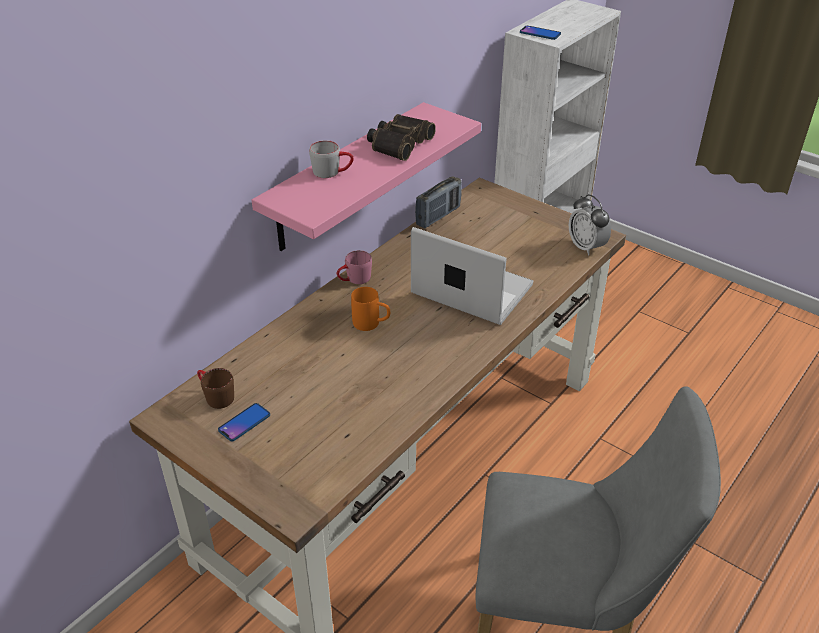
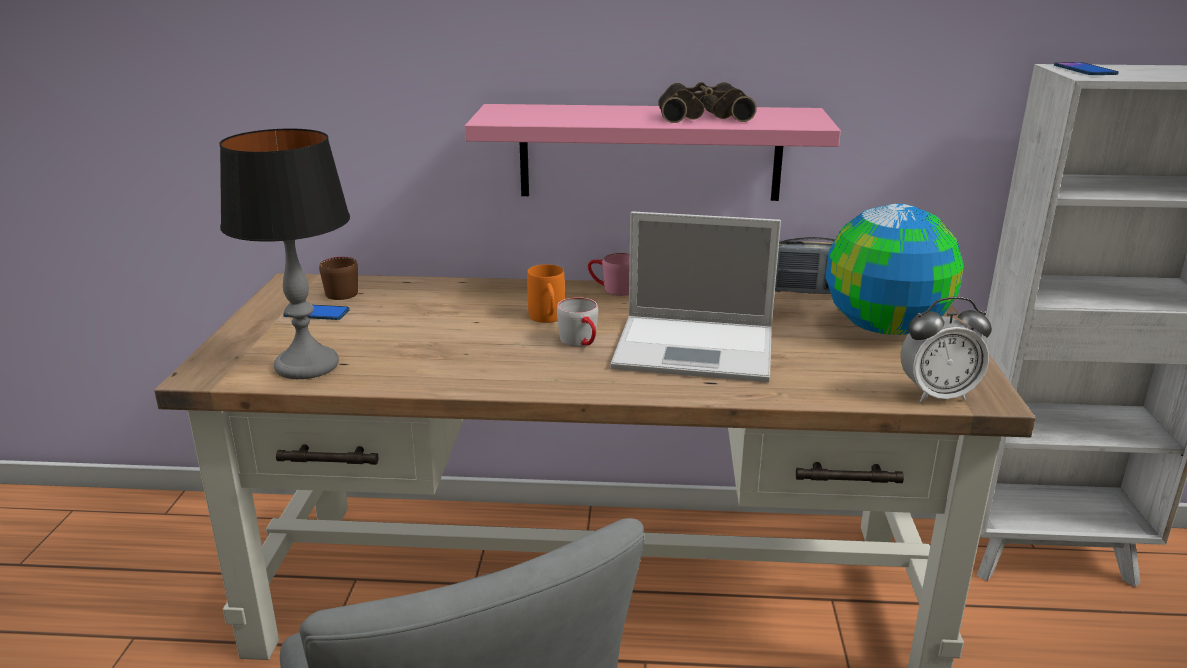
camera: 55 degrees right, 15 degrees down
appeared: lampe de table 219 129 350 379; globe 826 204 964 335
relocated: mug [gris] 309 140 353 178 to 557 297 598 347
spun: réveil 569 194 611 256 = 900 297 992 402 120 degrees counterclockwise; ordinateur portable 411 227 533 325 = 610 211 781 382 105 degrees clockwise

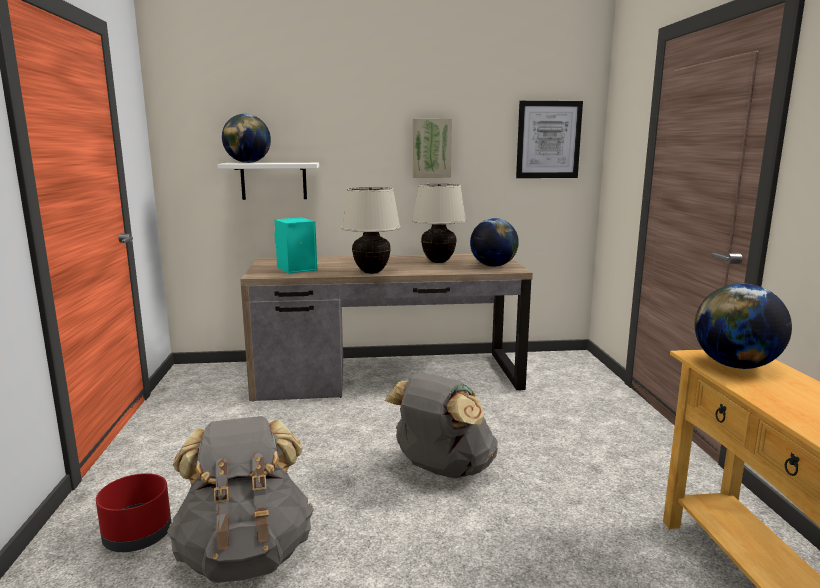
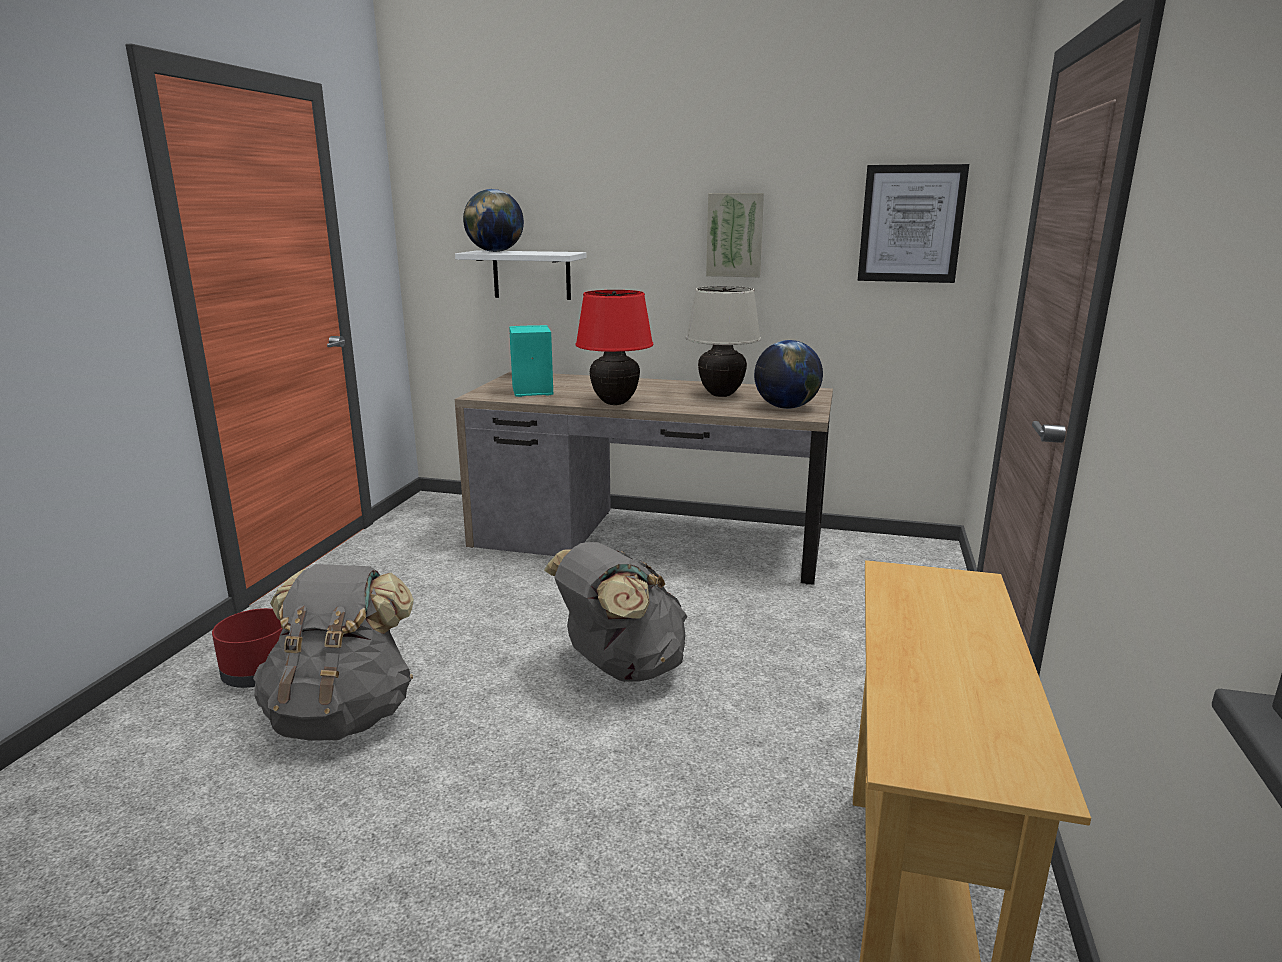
camera: 20 degrees right, 5 degrees up
missing: globe 695 283 792 369
colour: lampe de table [beige] 341 187 401 274 to lampe de table [rouge] 575 290 653 405

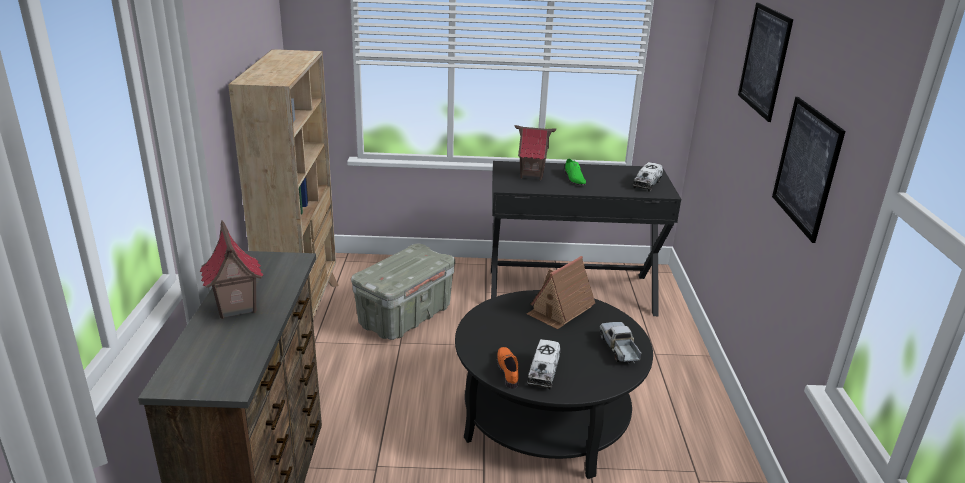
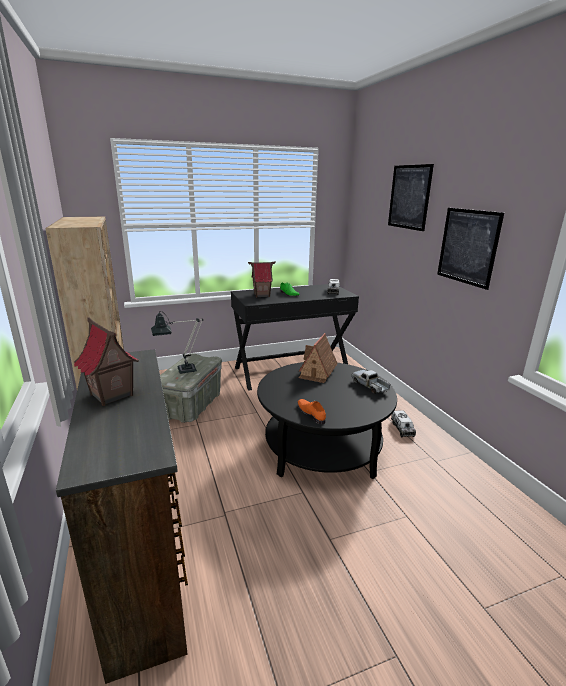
camera: 20 degrees left, 5 degrees down
appeared: lampe de table 151 311 203 374
relocated: camion jouet 527 339 560 389 to 391 410 416 437

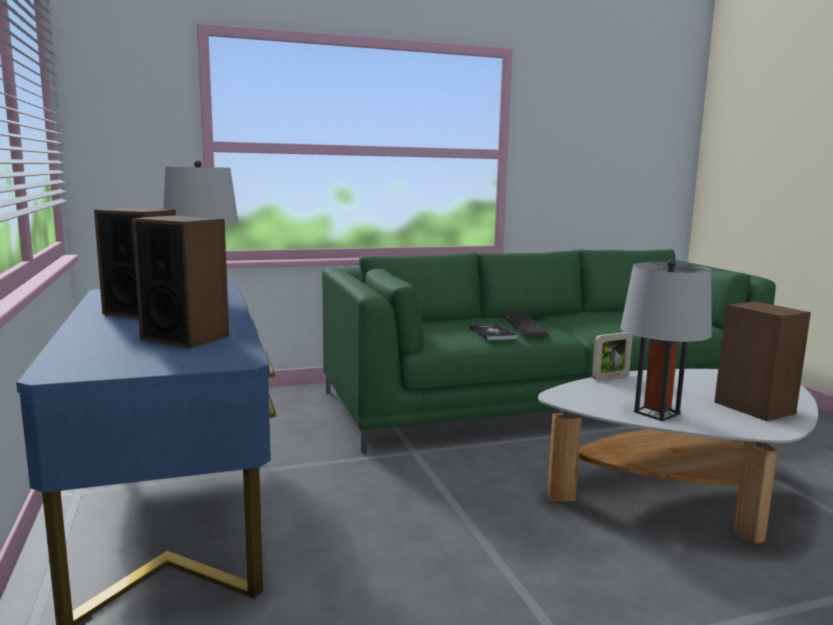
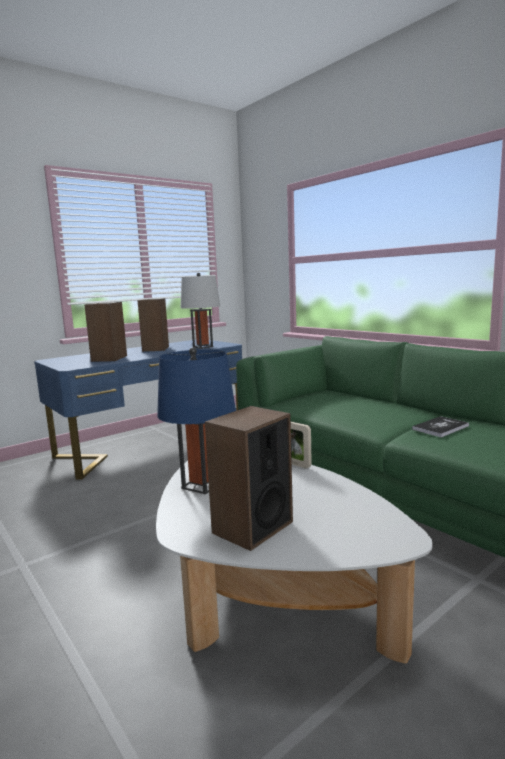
camera: 70 degrees right, 0 degrees up
missing: clavier 503 313 549 337
relocated: livre 469 324 517 341 to 412 416 469 438
colour: lampe de table [gris] 620 259 712 421 to lampe de table [bleu] 157 347 236 494

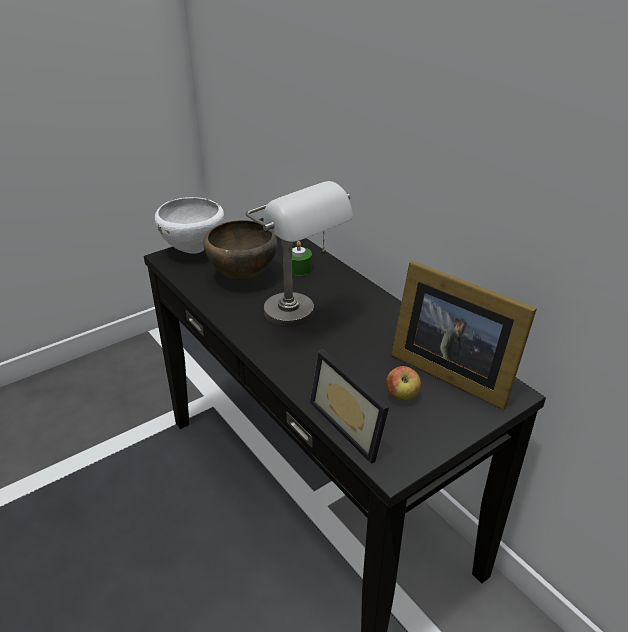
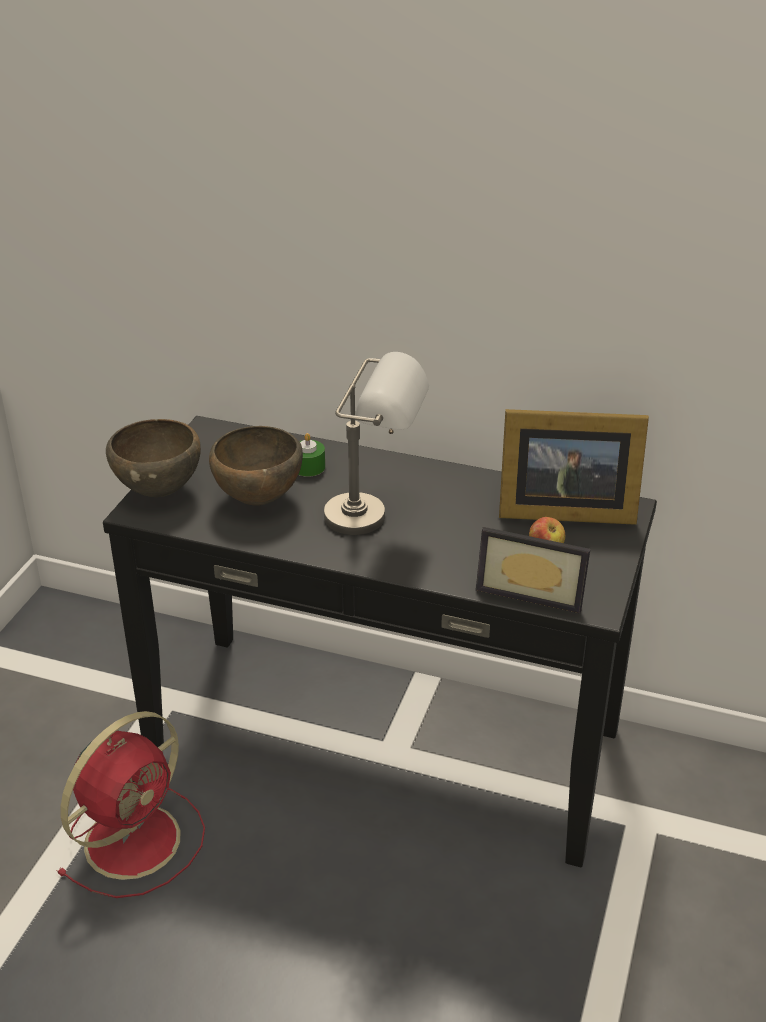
camera: 35 degrees left, 0 degrees up
appeared: ventilateur [rouge] 56 711 205 898
colour: bol [blanc] 155 197 224 254 to bol [marron] 106 419 201 497

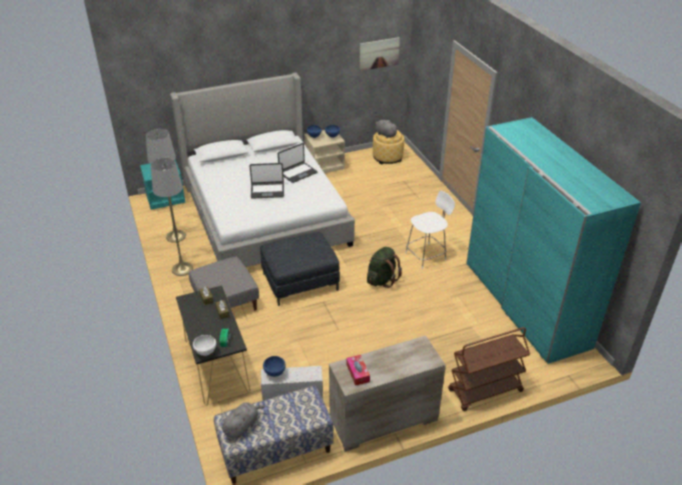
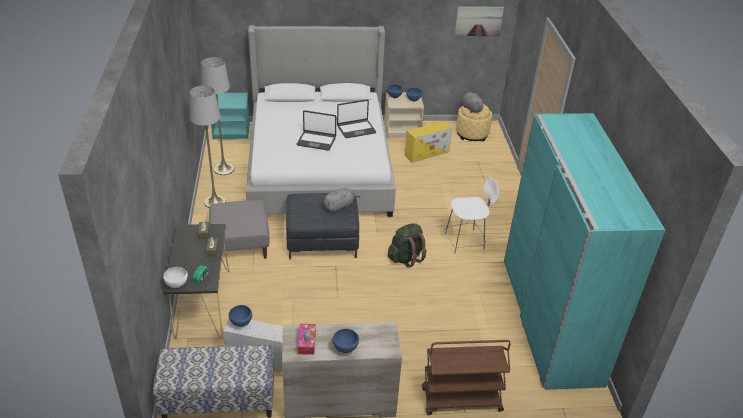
camera: 15 degrees right, 0 degrees up
appeared: boîte de rangement [jaune] 405 121 452 163; bol [bleu] 332 329 359 353
relocated: peluche [gris] 222 402 265 438 to 323 188 361 213

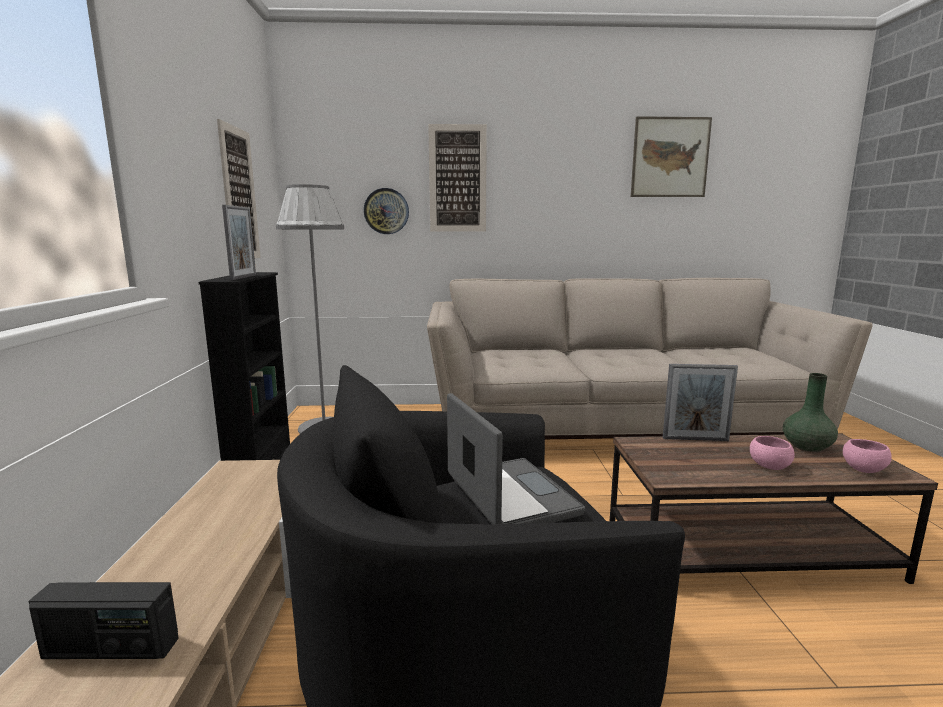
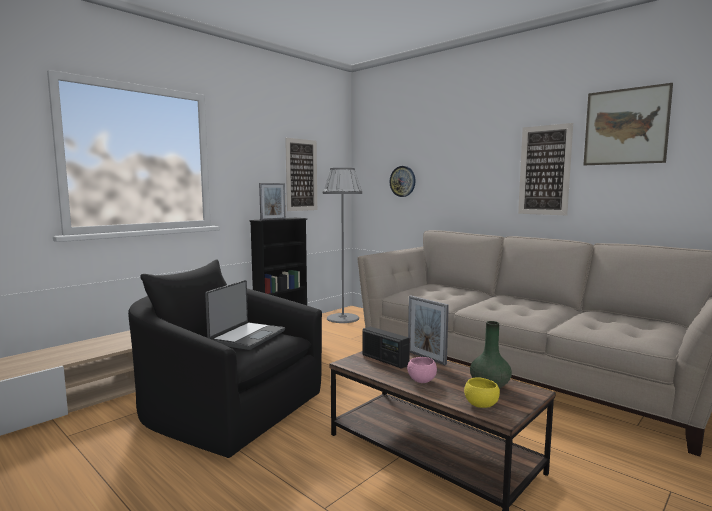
camera: 45 degrees right, 5 degrees down
relocated: tableau 428 124 487 232 to 518 123 573 215; radio 29 582 179 659 to 362 327 410 369
colour: bol [rose] 843 439 892 473 to bol [jaune] 464 377 500 408

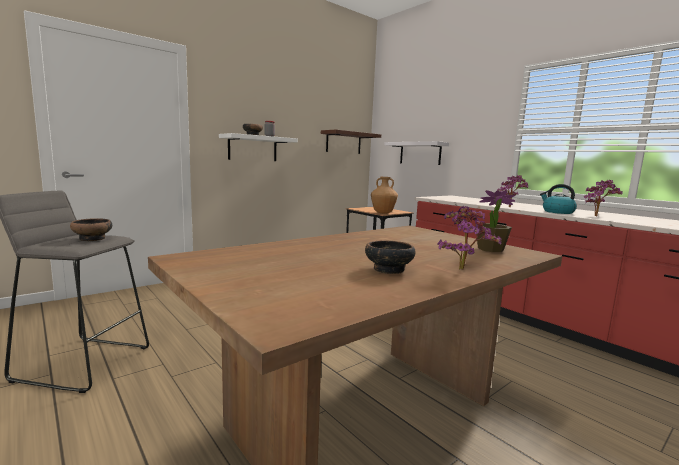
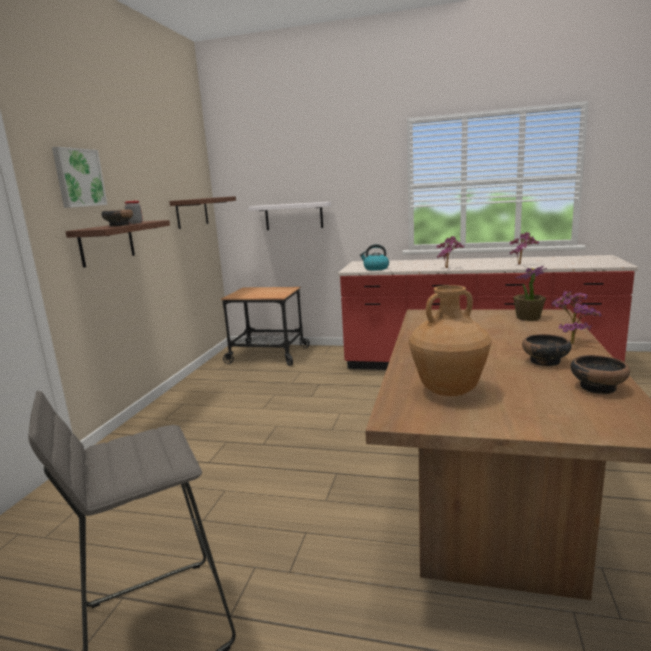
camera: 35 degrees left, 5 degrees up
appeared: tableau 52 147 108 208
relocated: vase [marron] 371 177 398 214 to 409 285 491 396; bouilloire 540 184 577 214 to 359 244 389 271; bol 70 218 112 241 to 571 355 630 395
colour: étagère [blanc] 219 133 298 161 to étagère [marron] 65 220 170 268

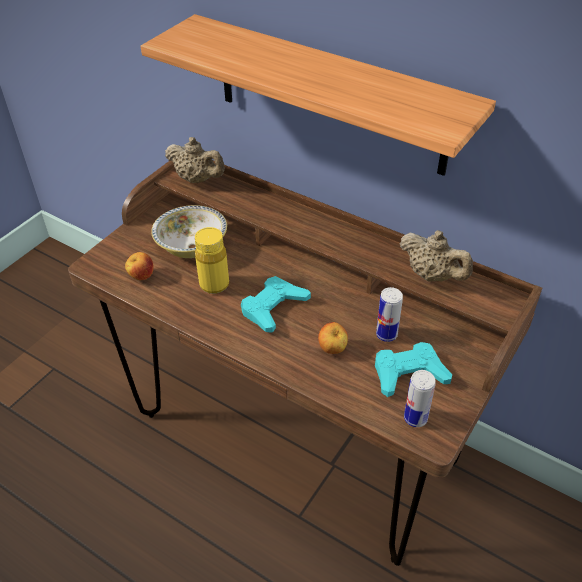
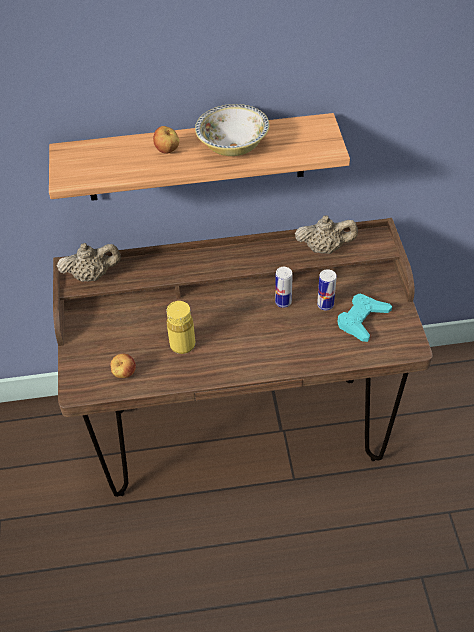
camera: 40 degrees left, 5 degrees up
missing: manette [turquoise] 241 276 311 333
relocated: bol 151 205 227 258 to 195 104 269 156; pomme 318 322 348 354 to 153 126 179 154; boîte métallique 404 370 436 427 to 275 267 293 308

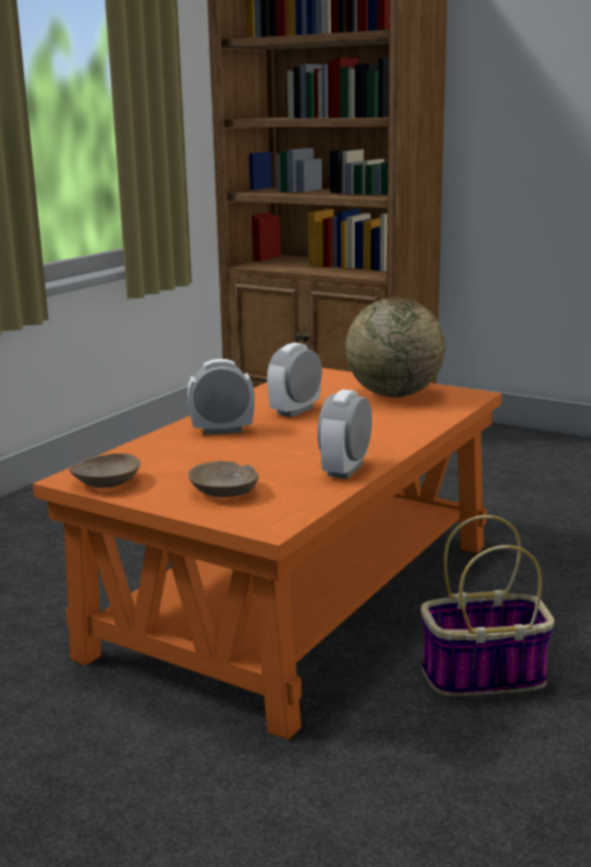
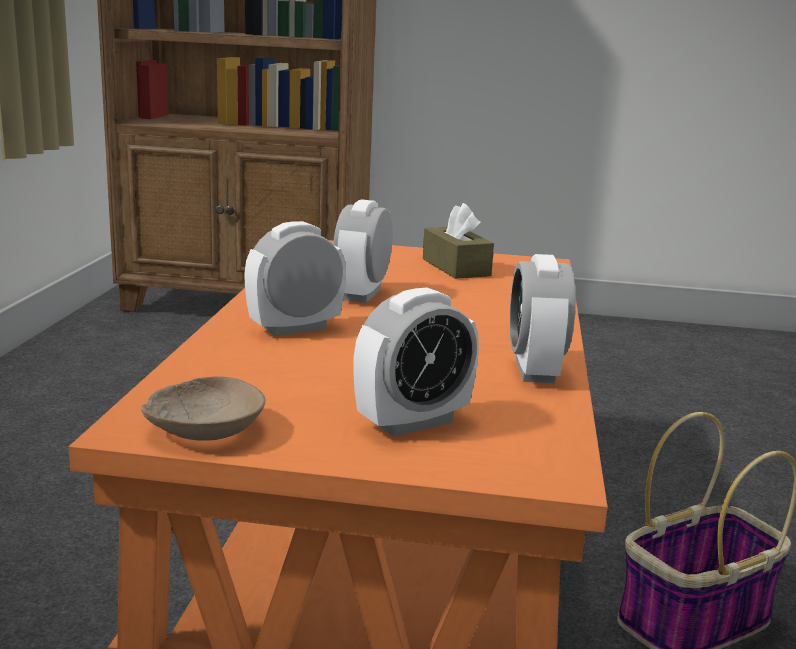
camera: 25 degrees left, 0 degrees up
exchanged: globe 346 298 445 397 to boîte à mouchoirs [marron] 423 203 494 279; bol [beige] 188 461 258 497 to réveil 353 288 479 437

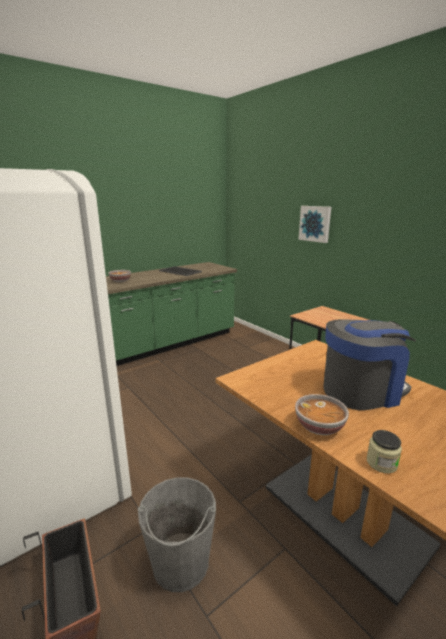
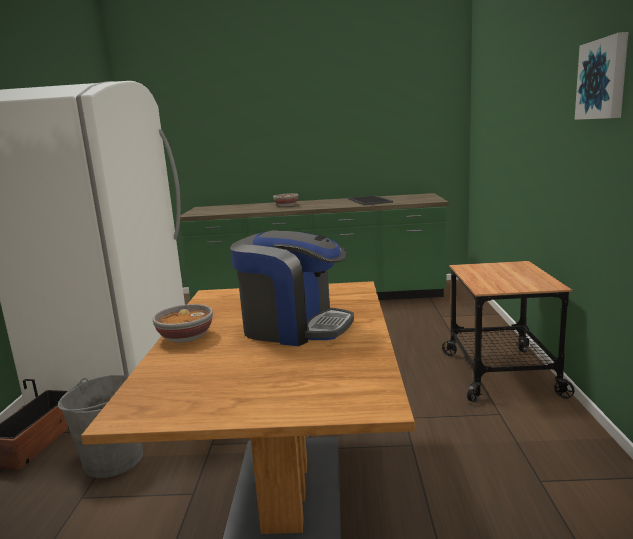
camera: 40 degrees right, 5 degrees down
missing: bocal 367 430 402 473
relocated: tableau 298 206 331 243 to 575 32 629 120

